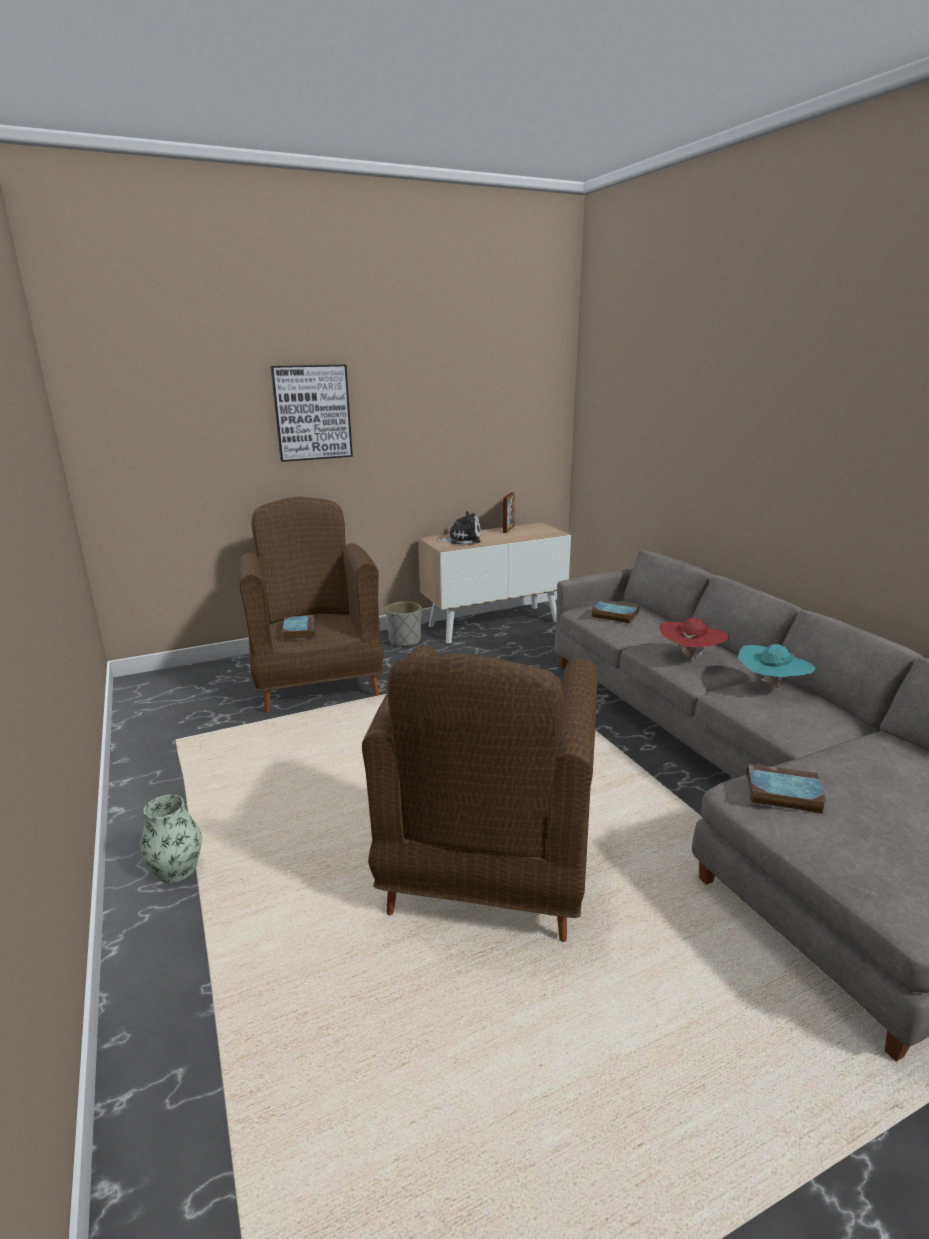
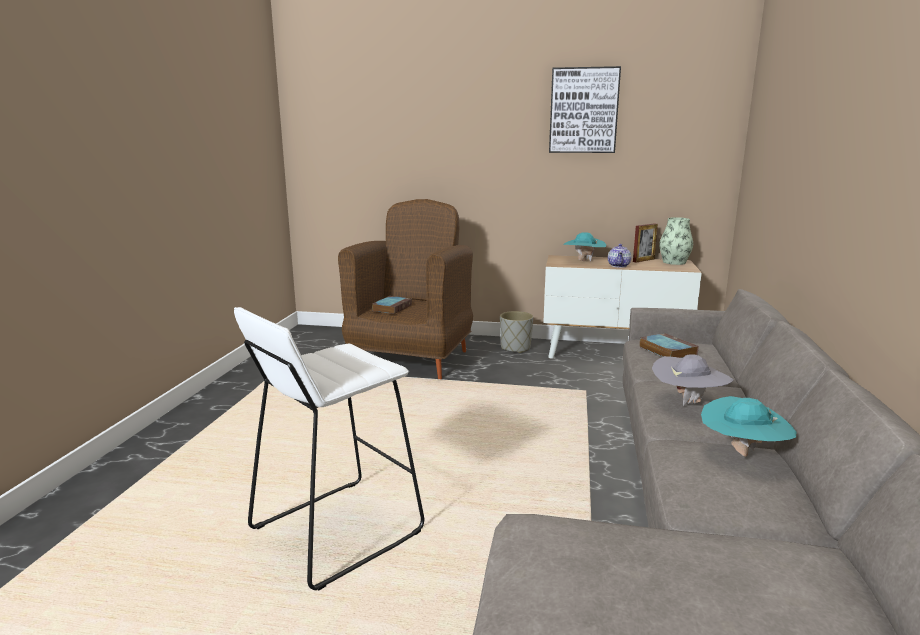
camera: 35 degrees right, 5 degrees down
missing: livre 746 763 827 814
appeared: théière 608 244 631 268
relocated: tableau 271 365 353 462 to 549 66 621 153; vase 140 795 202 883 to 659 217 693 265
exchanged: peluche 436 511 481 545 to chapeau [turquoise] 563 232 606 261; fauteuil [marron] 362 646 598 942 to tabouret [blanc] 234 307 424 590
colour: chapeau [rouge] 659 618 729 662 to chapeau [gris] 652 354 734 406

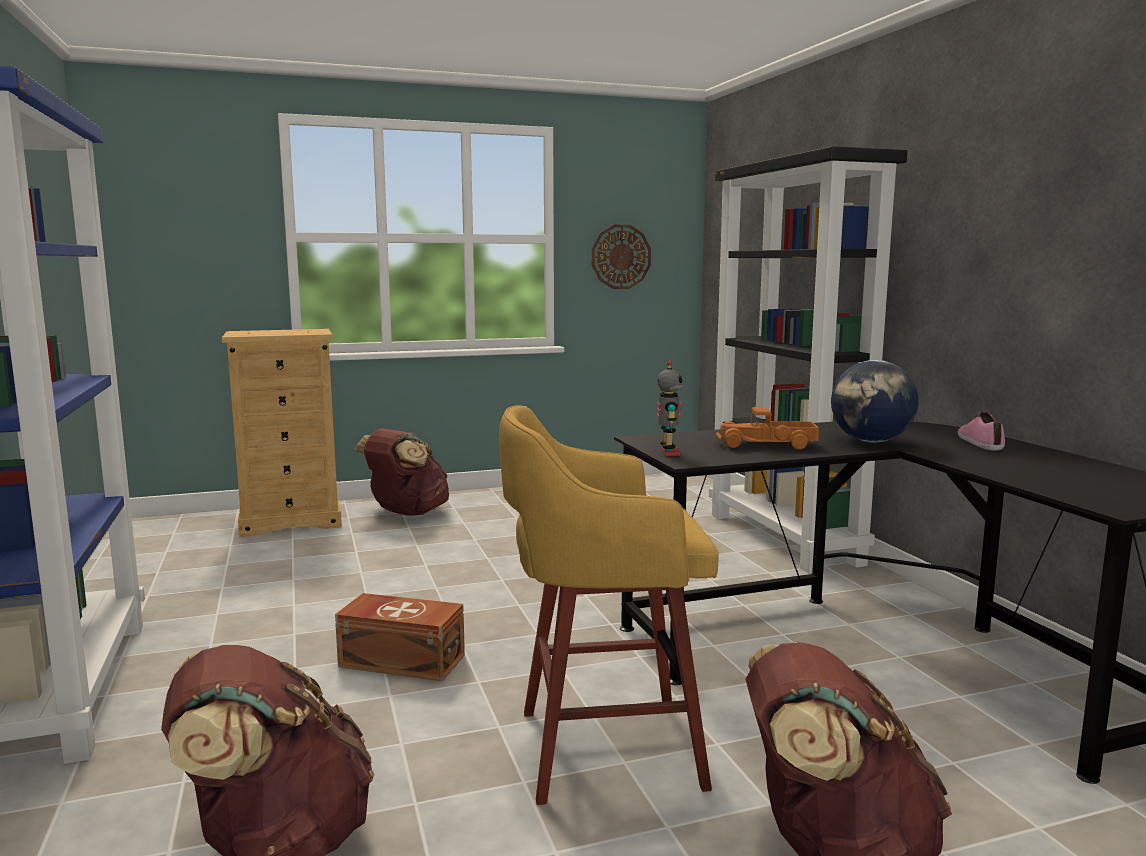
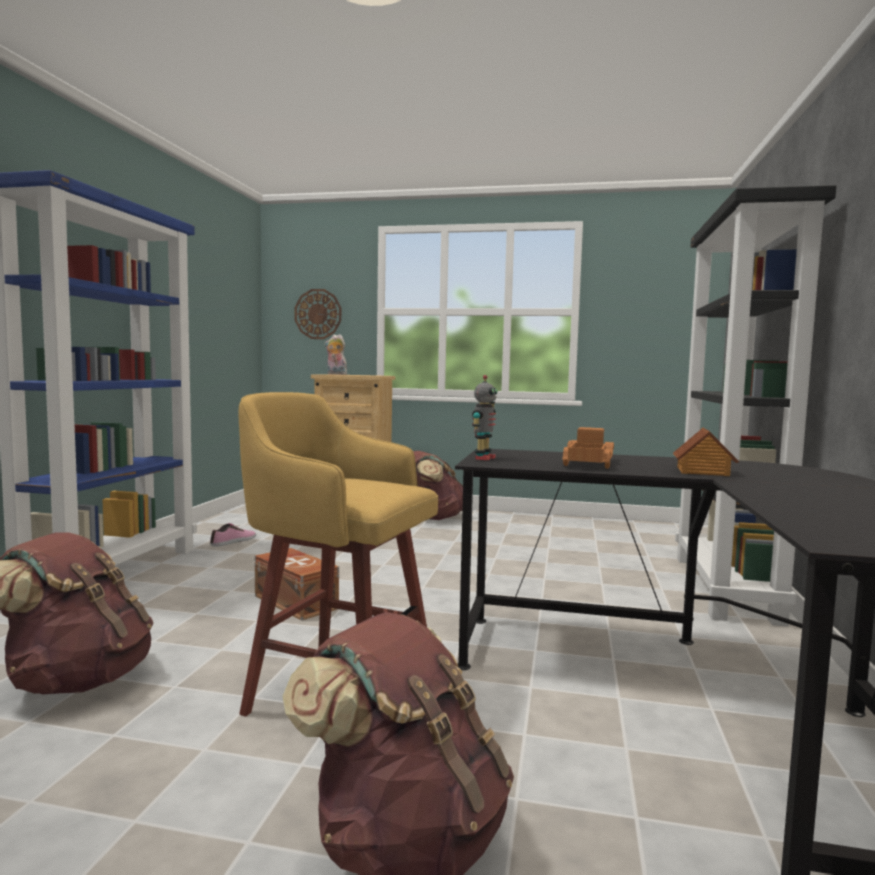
camera: 30 degrees right, 5 degrees down
appeared: peluche 324 334 347 375
relocated: horloge murale 592 225 651 289 to 295 289 341 339; chaussure 958 411 1005 451 to 210 523 256 547
exchanged: globe 831 360 919 443 to maison miniature 673 428 739 476
spun: camion jouet 716 407 819 450 = 562 427 614 469 75 degrees clockwise

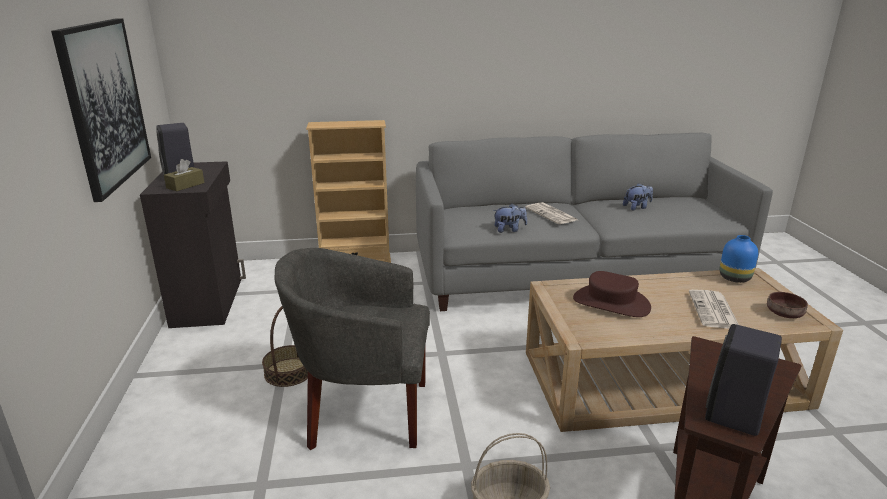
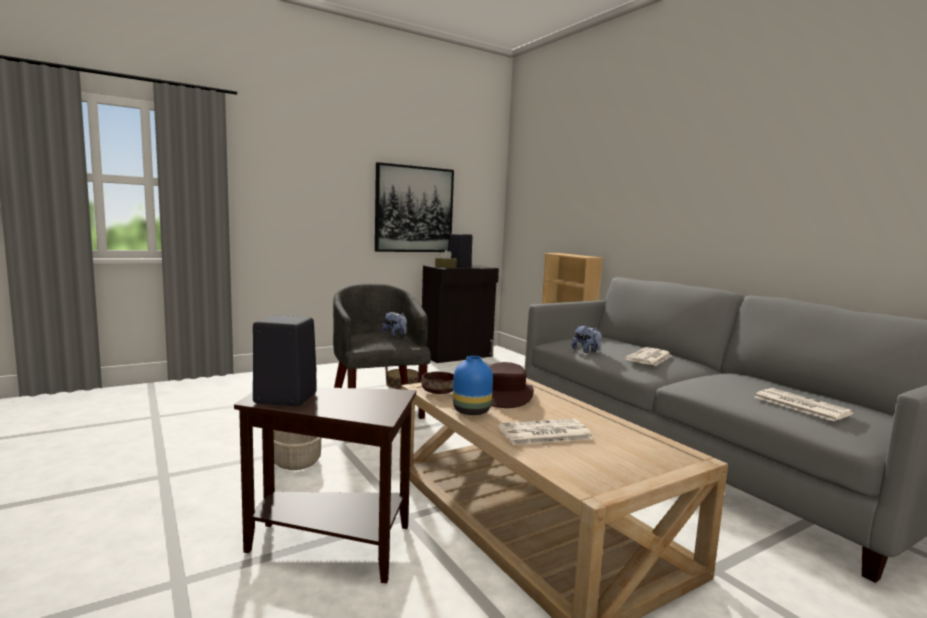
camera: 65 degrees right, 15 degrees down
appeared: journal 754 388 854 421
relocated: peluche 623 183 653 210 to 382 312 407 337; vase [bleu] 720 235 758 283 to 453 356 493 415; bol [marron] 767 292 808 318 to 422 372 454 394

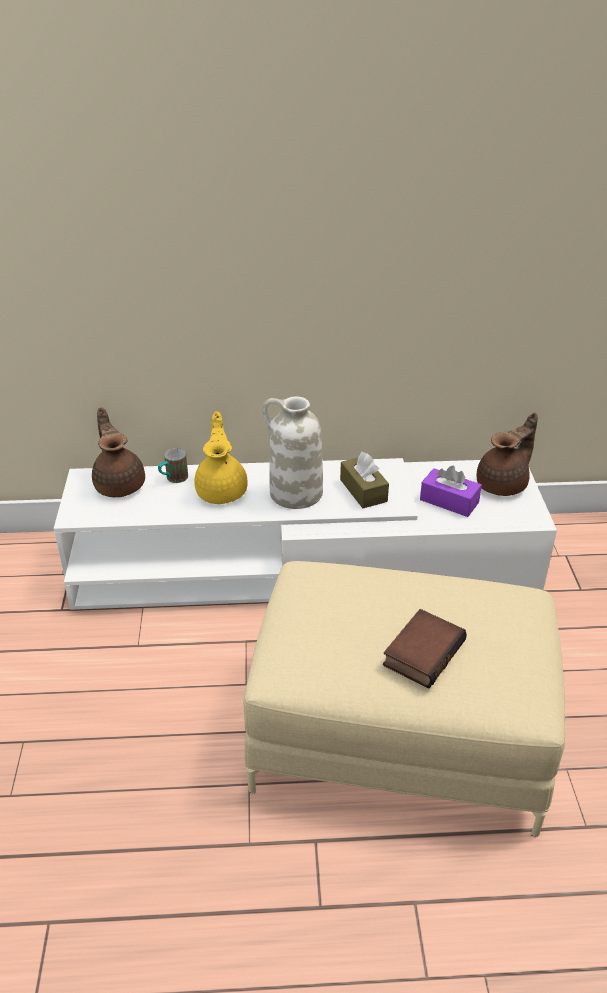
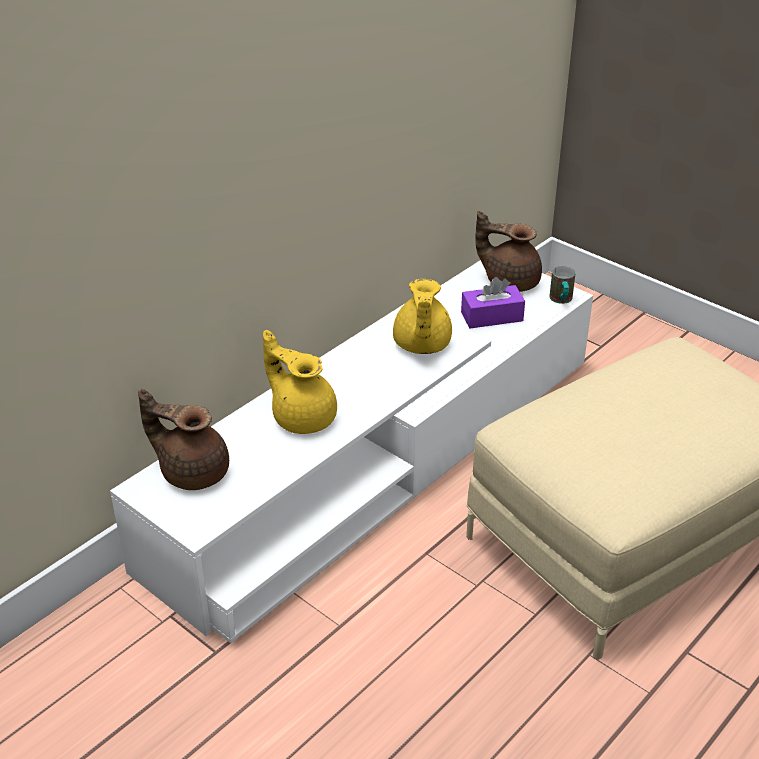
camera: 45 degrees left, 0 degrees up
missing: vase [blanc] 262 396 323 509; livre 383 609 467 688
relocated: mug 158 448 188 483 to 549 266 575 304
exchanged: boîte à mouchoirs [marron] 340 452 389 508 to théière [jaune] 393 279 452 354
spun: théière [marron] 477 412 538 496 = 475 211 542 292 75 degrees counterclockwise

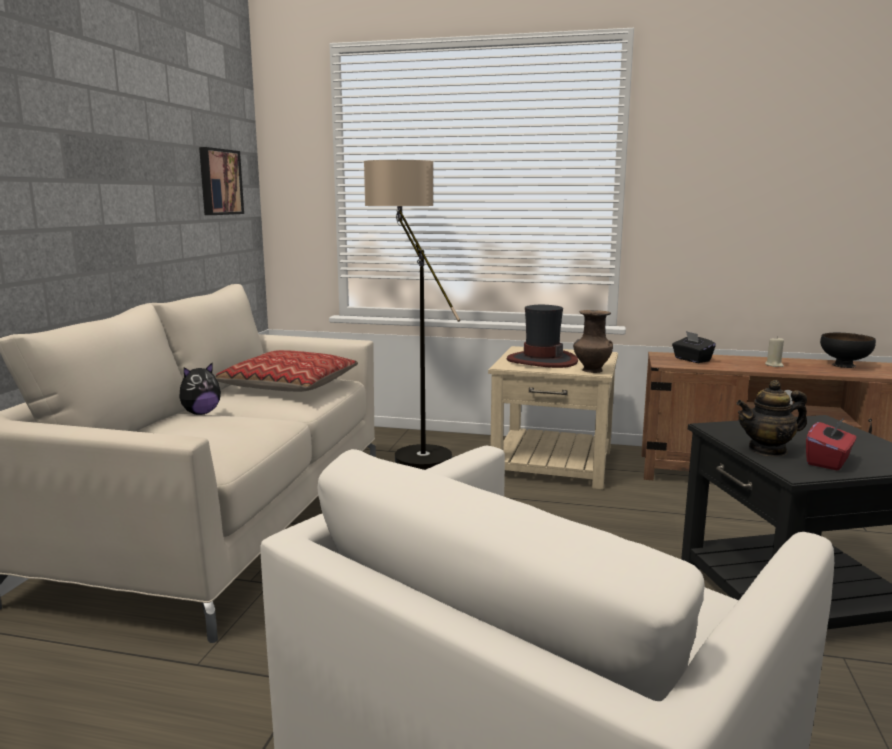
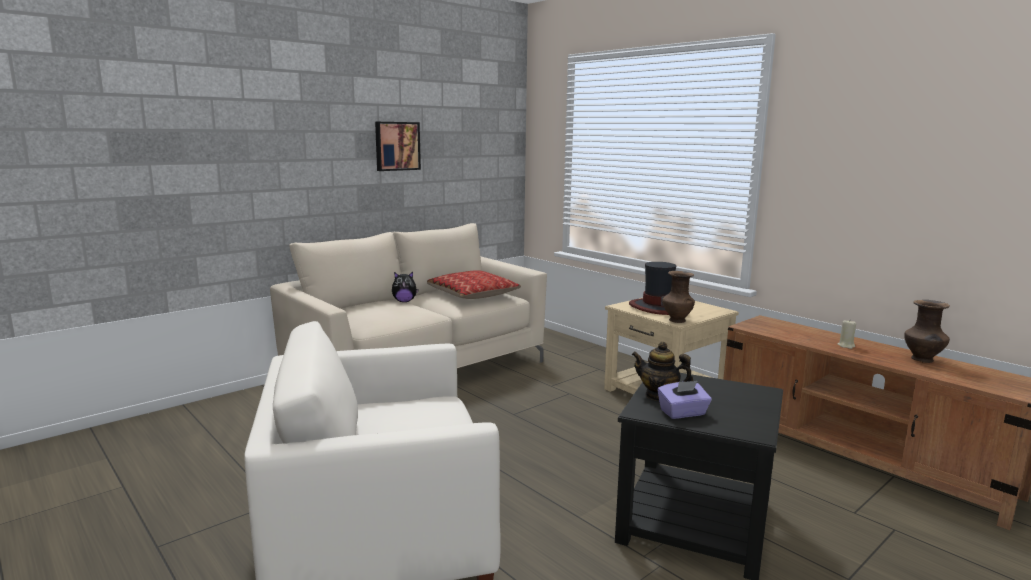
camera: 35 degrees right, 0 degrees up
missing: lampadaire 364 160 460 470; boîte à mouchoirs [noir] 672 331 716 363
relocated: tableau 199 147 244 215 to 375 122 421 171
exchanged: bol [noir] 820 333 876 368 to vase [marron] 904 300 950 363
colour: boîte à mouchoirs [rouge] 806 417 856 470 to boîte à mouchoirs [violet] 657 381 712 419

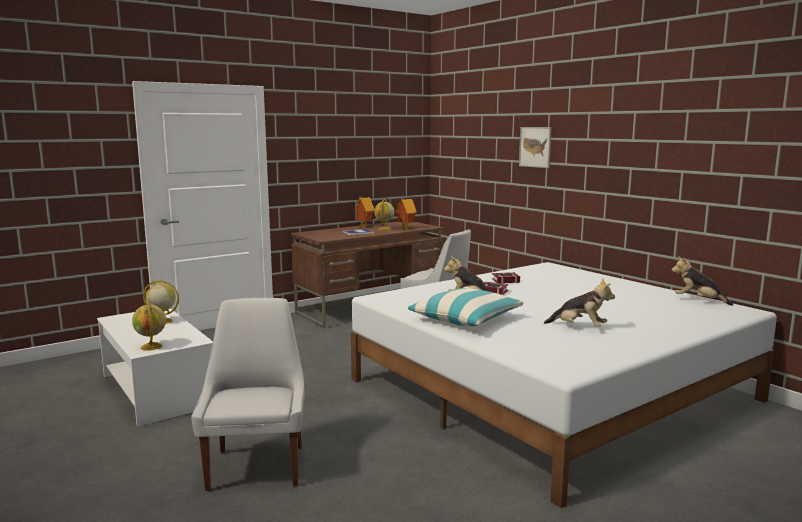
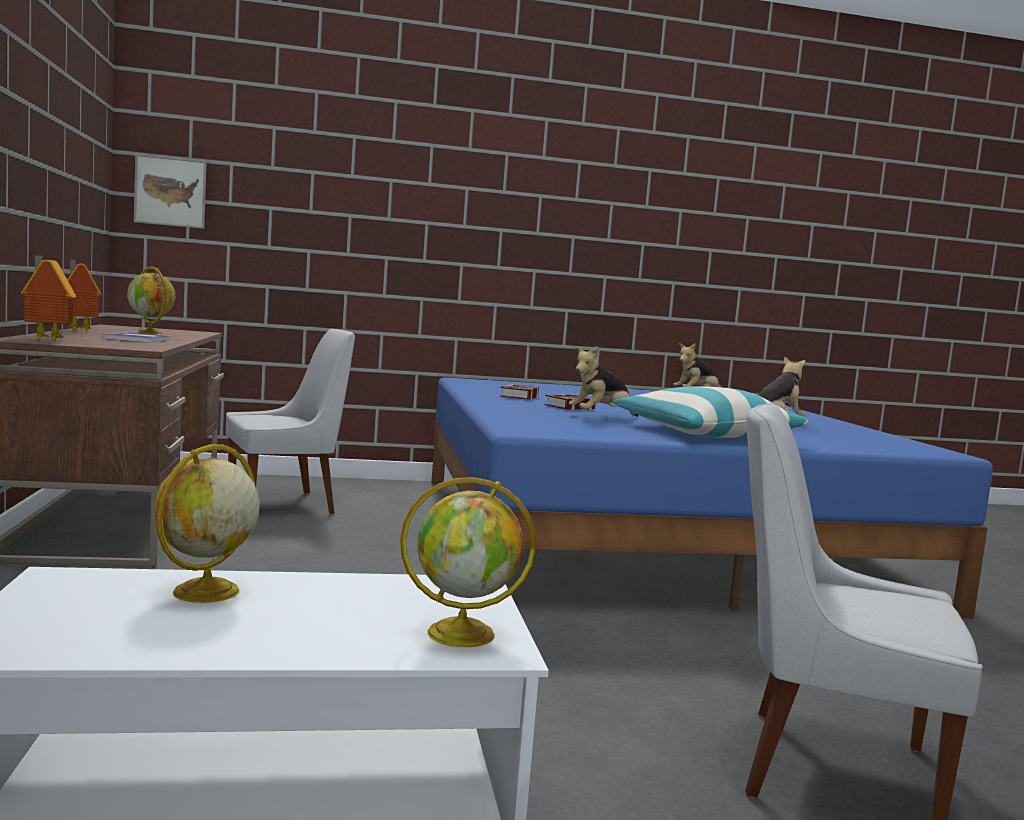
camera: 65 degrees left, 5 degrees down
relocated: tableau 519 127 552 168 to 134 154 207 229; maison miniature 396 198 417 229 to 21 255 76 341
colour: lit [blanc] 351 262 777 508 to lit [bleu] 431 377 993 619

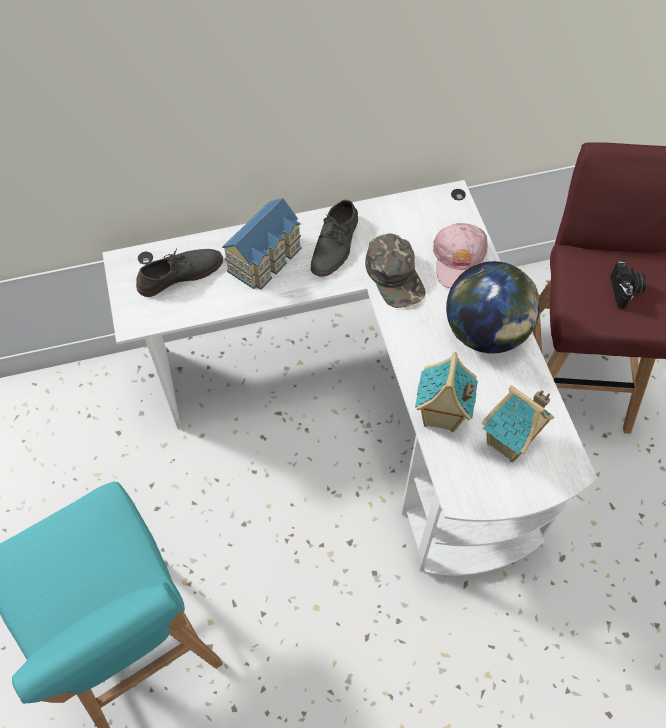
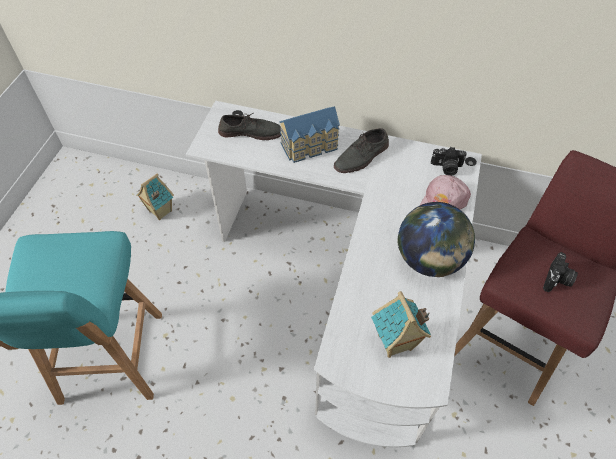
camera: 30 degrees right, 5 degrees down
missing: casquette [vert] 365 233 425 308
appeared: appareil photo 431 147 466 176
relocated: maison miniature 415 352 478 432 to 136 173 174 220

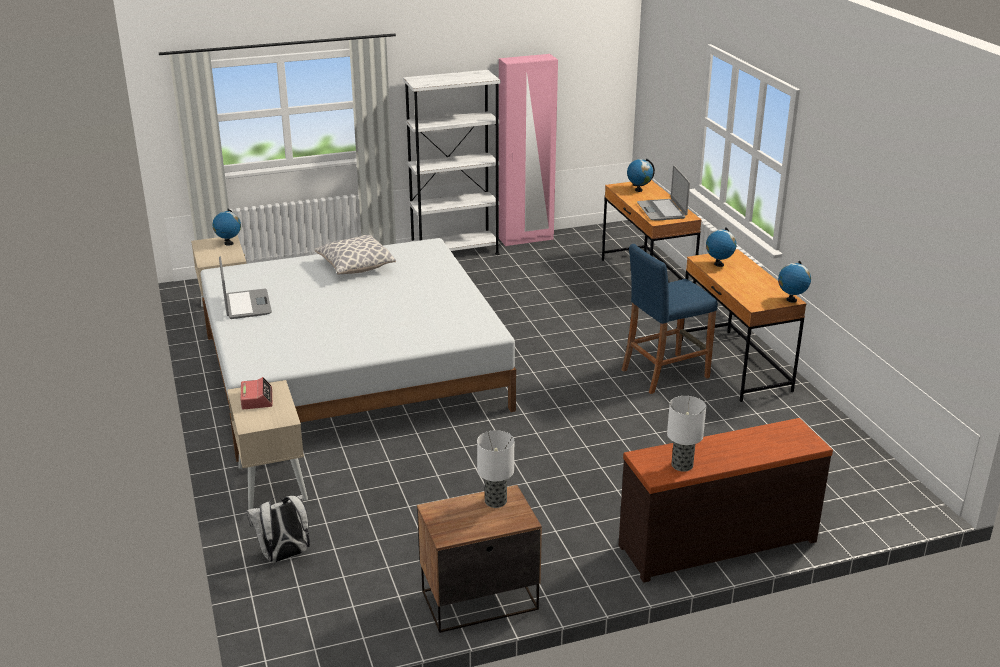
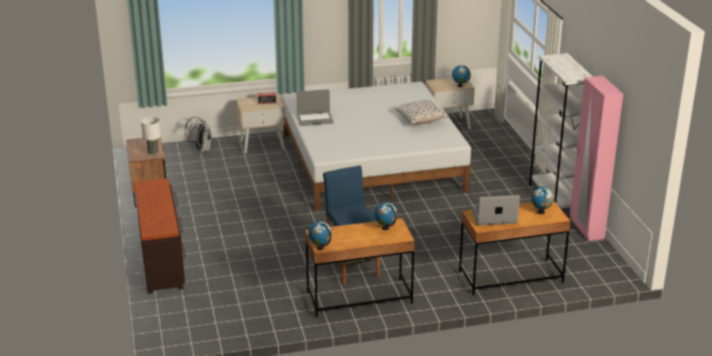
camera: 95 degrees right, 0 degrees up
missing: lampe de table 667 396 706 472
relocated: ordinateur portable 219 256 272 319 to 296 89 334 126

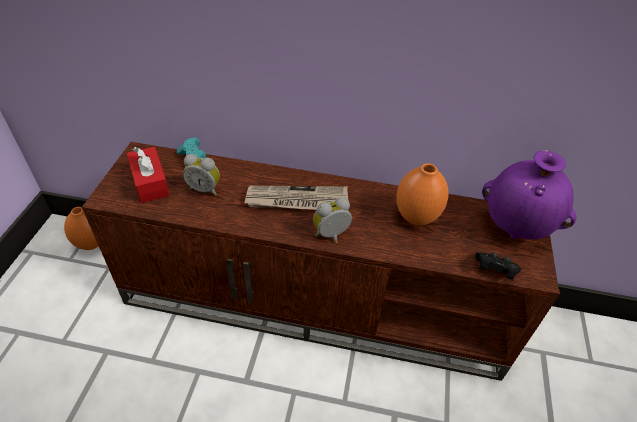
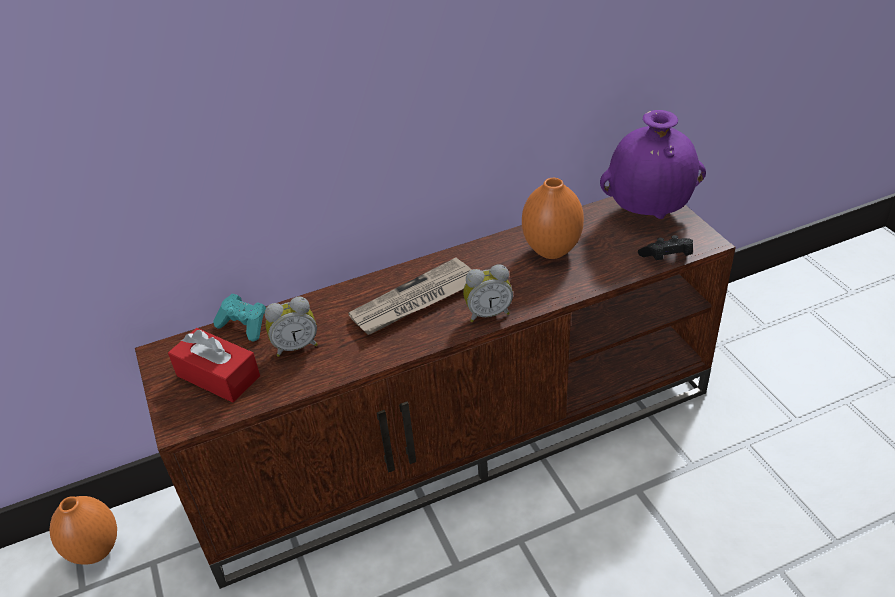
camera: 30 degrees left, 5 degrees down
spun: réveil 313 197 352 243 = 463 264 513 322 135 degrees counterclockwise

